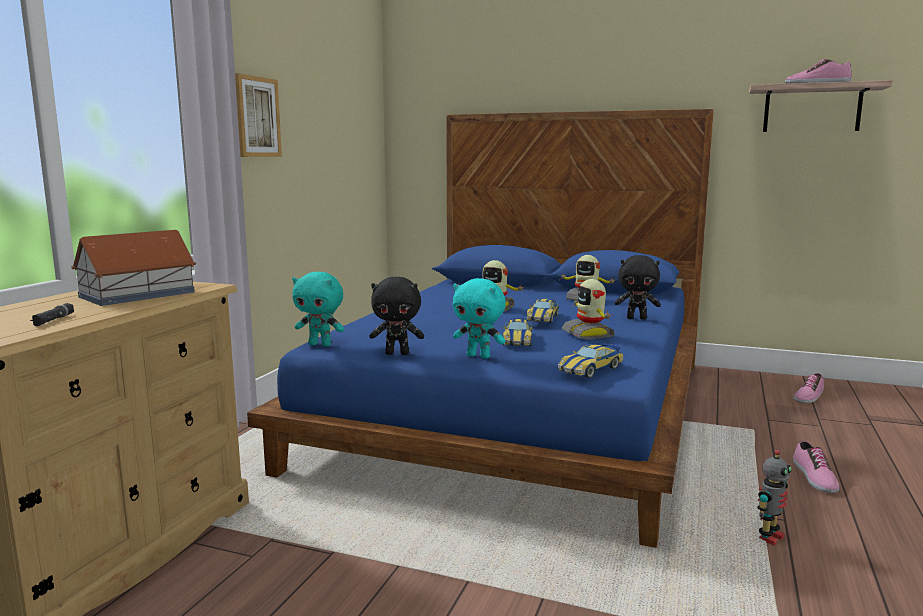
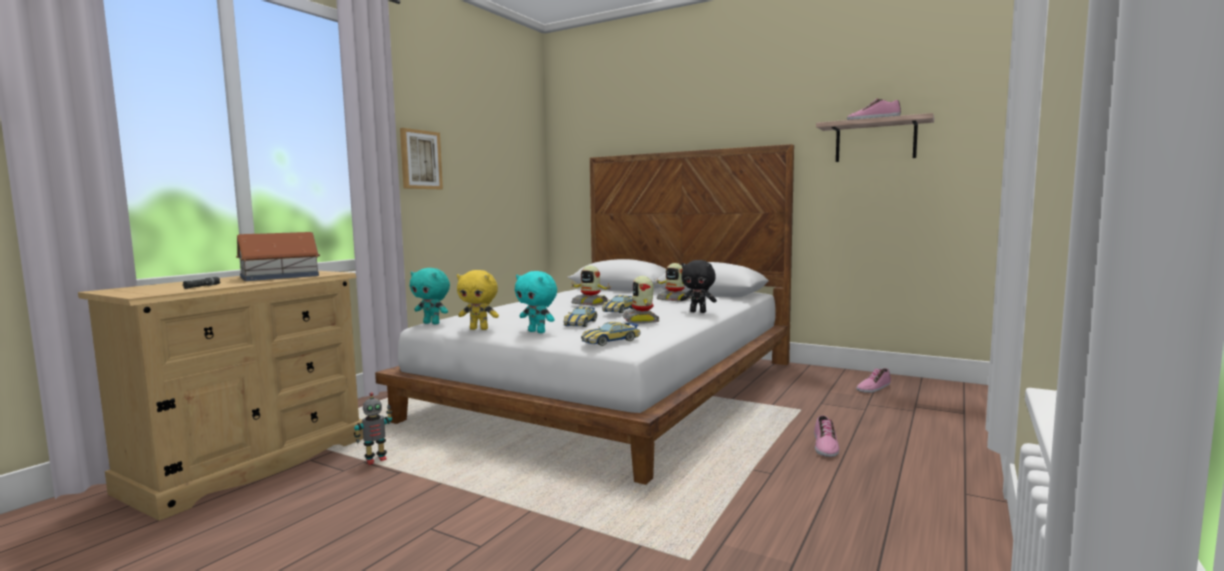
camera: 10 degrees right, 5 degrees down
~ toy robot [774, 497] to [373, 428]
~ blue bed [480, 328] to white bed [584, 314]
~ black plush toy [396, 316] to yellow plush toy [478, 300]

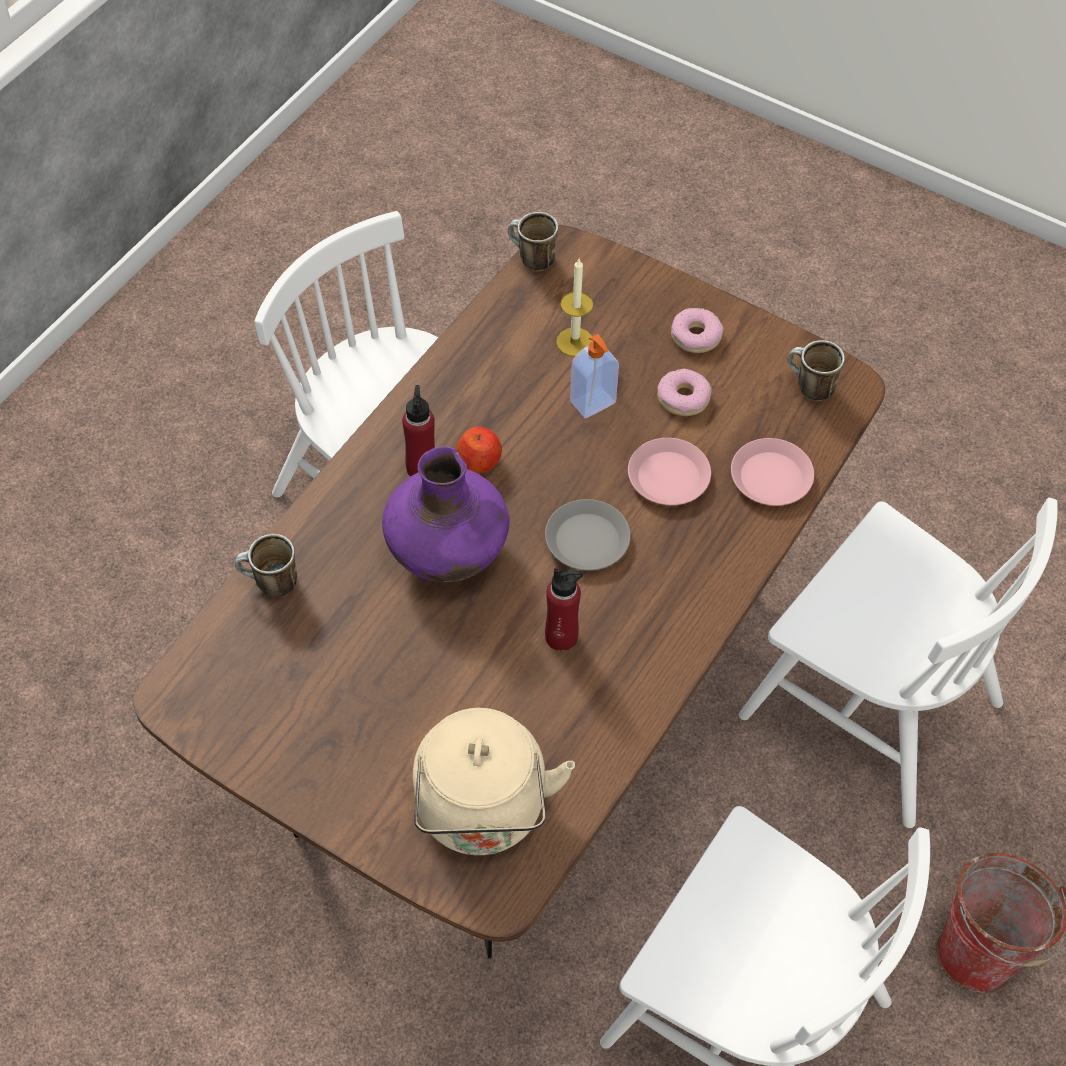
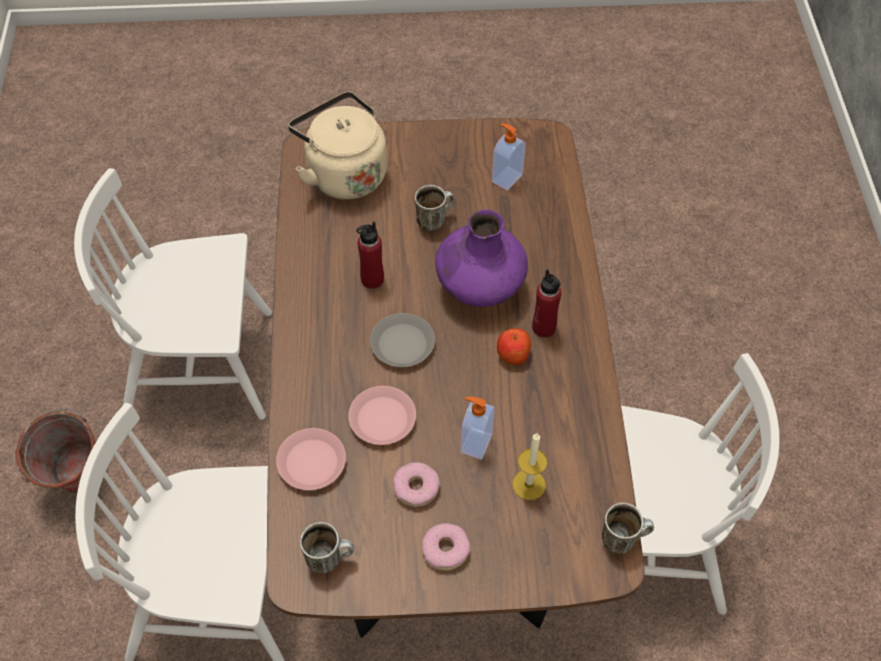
camera: 145 degrees right, 0 degrees up
~ mug [266, 565] to [434, 208]
+ soap dispenser [509, 157]

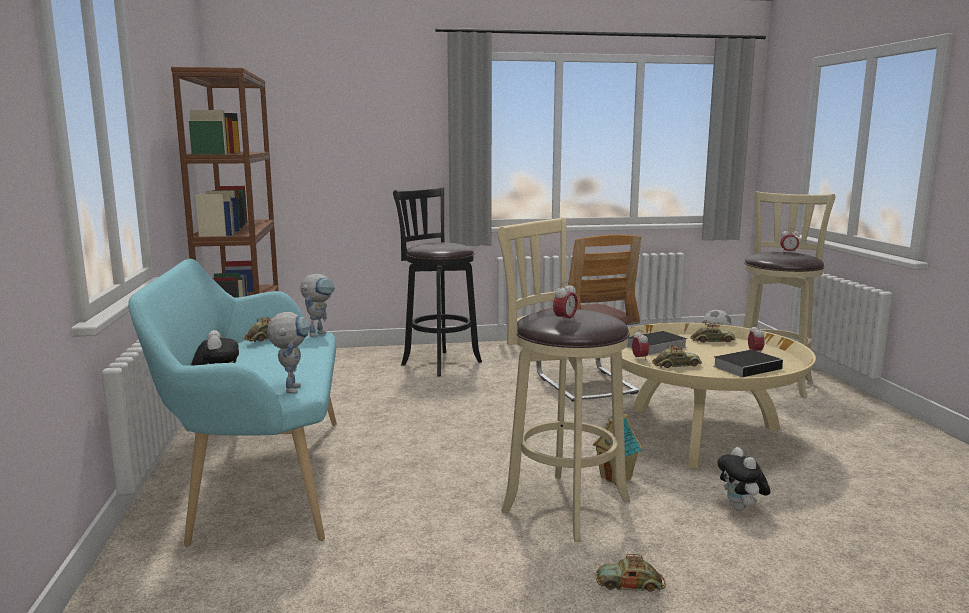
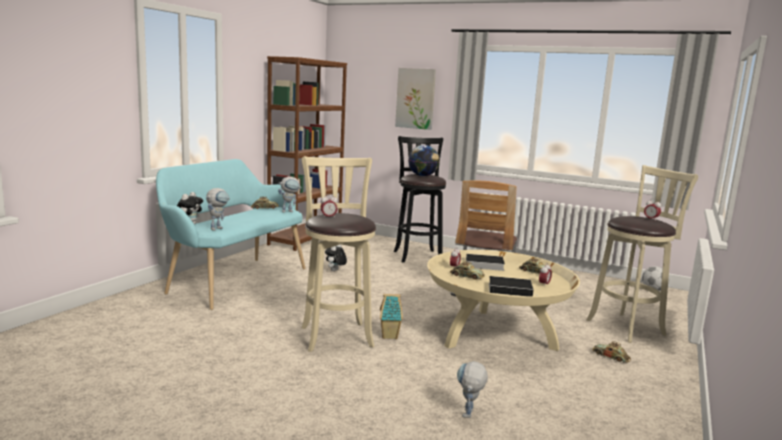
camera: 35 degrees right, 0 degrees up
~ plush toy [743, 479] to [336, 257]
+ picture [415, 99]
+ globe [424, 160]
+ toy robot [472, 389]
~ toy car [630, 573] to [611, 352]

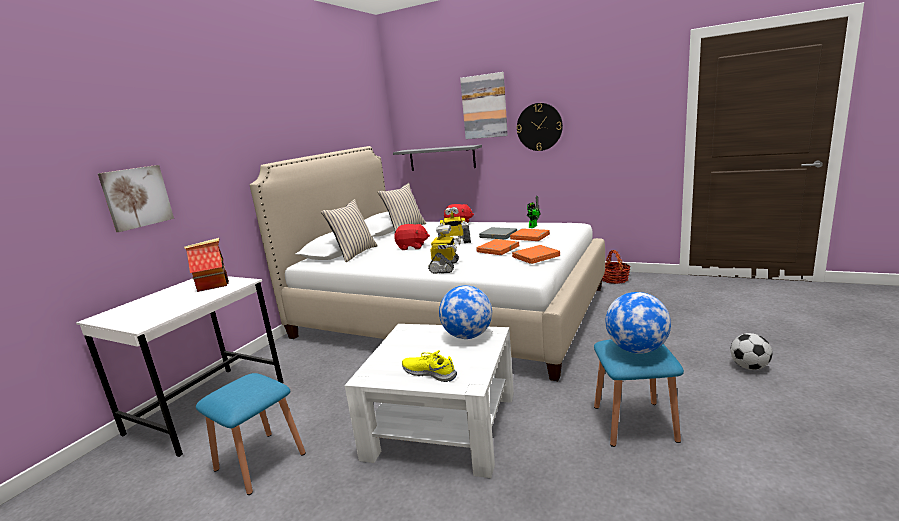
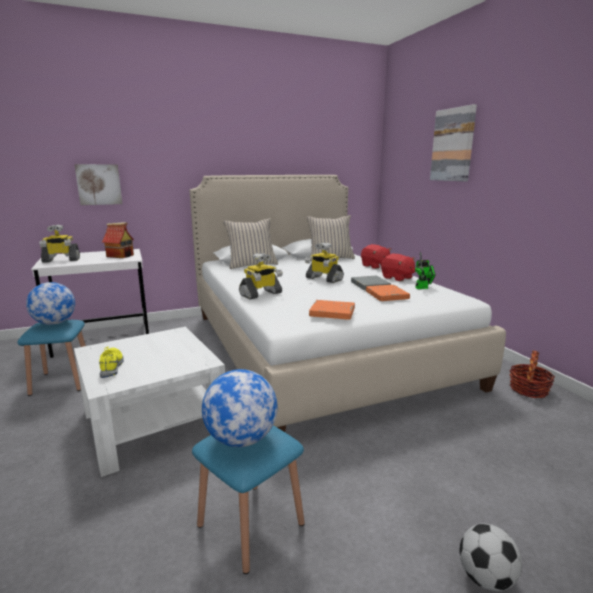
camera: 40 degrees right, 0 degrees up
~ globe [465, 312] to [50, 303]
+ toy robot [60, 244]
~ red plush toy [412, 237] to [398, 267]
- grey shelf [437, 158]
- orange book [497, 247]
- wall clock [540, 127]

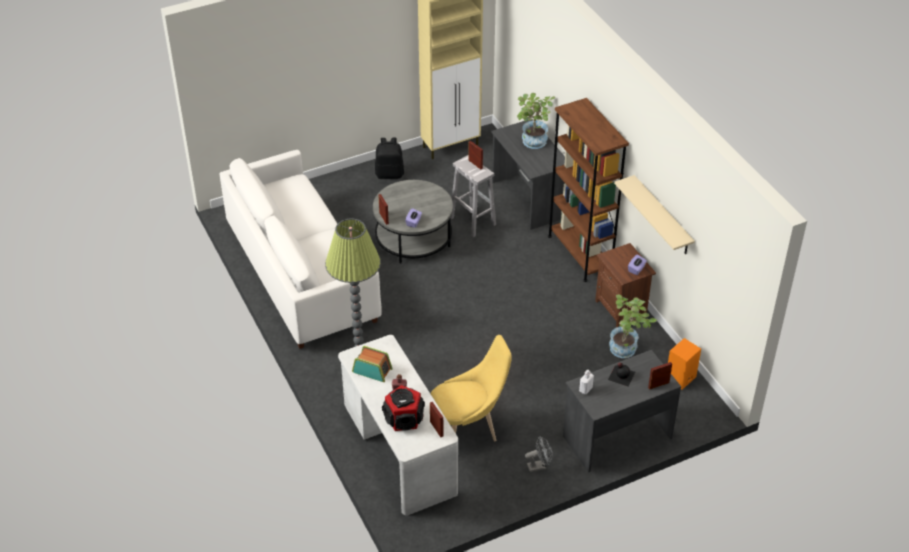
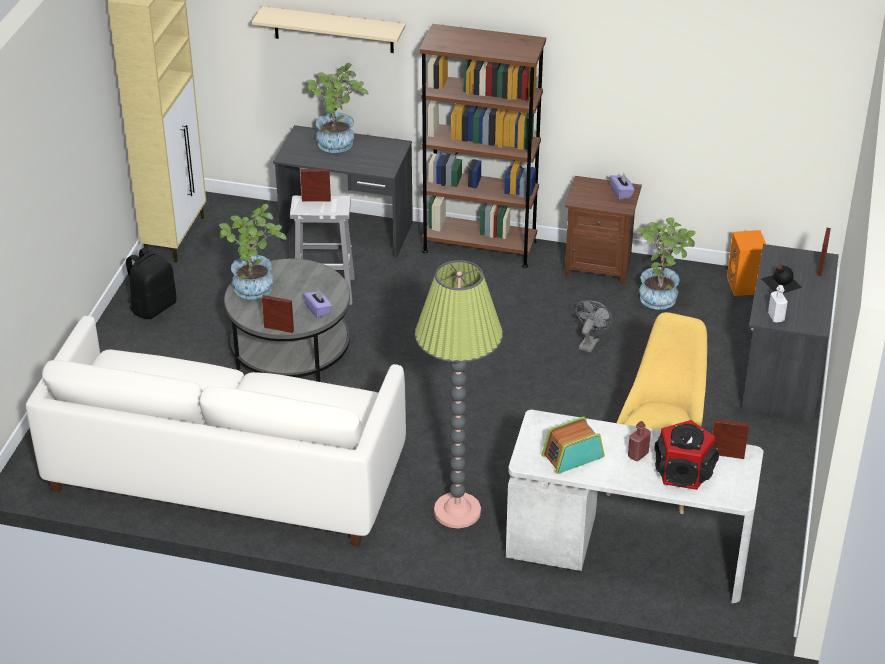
camera: 50 degrees left, 5 degrees down
+ potted plant [253, 252]
~ beige shelf [654, 214] to [329, 30]
~ grey fan [539, 454] to [594, 327]

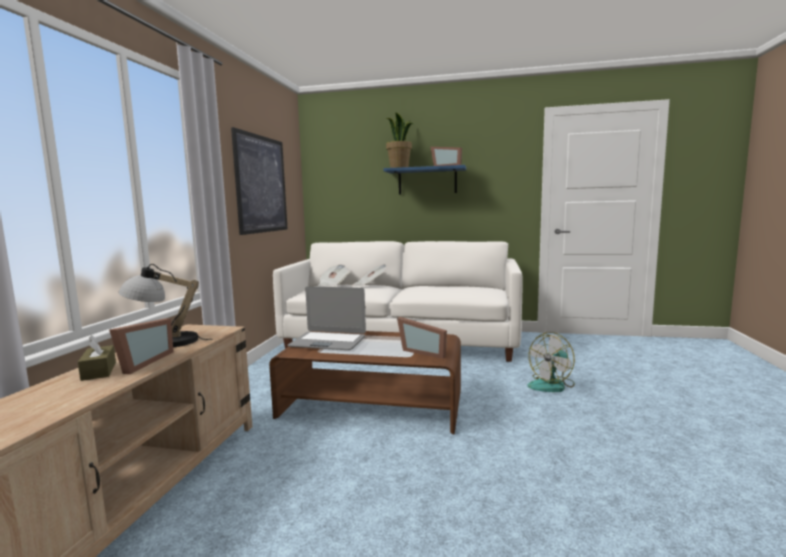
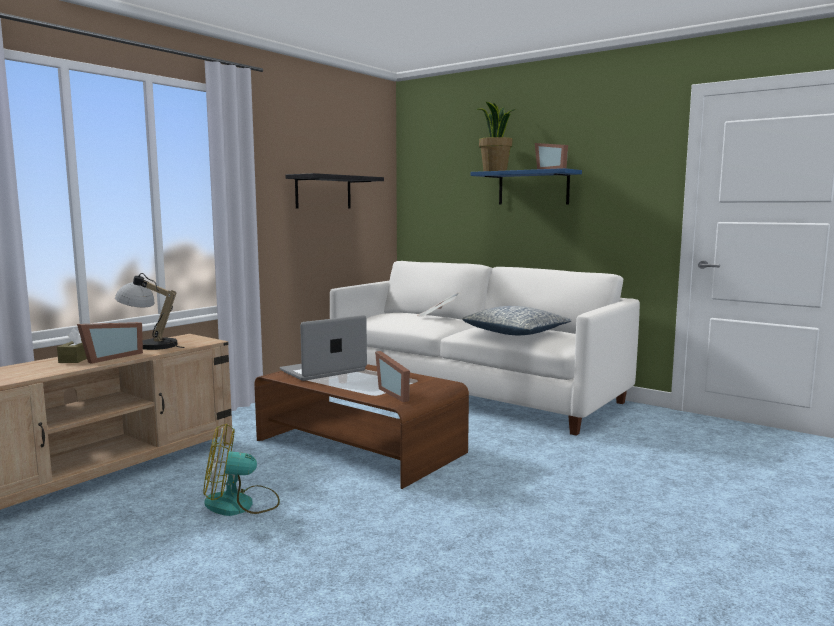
camera: 25 degrees right, 0 degrees up
~ fan [551, 362] to [241, 469]
~ laptop [326, 318] = [323, 348] 105 degrees clockwise
~ picture [259, 181] to black shelf [334, 191]
+ pillow [517, 320]
- newspaper [333, 275]

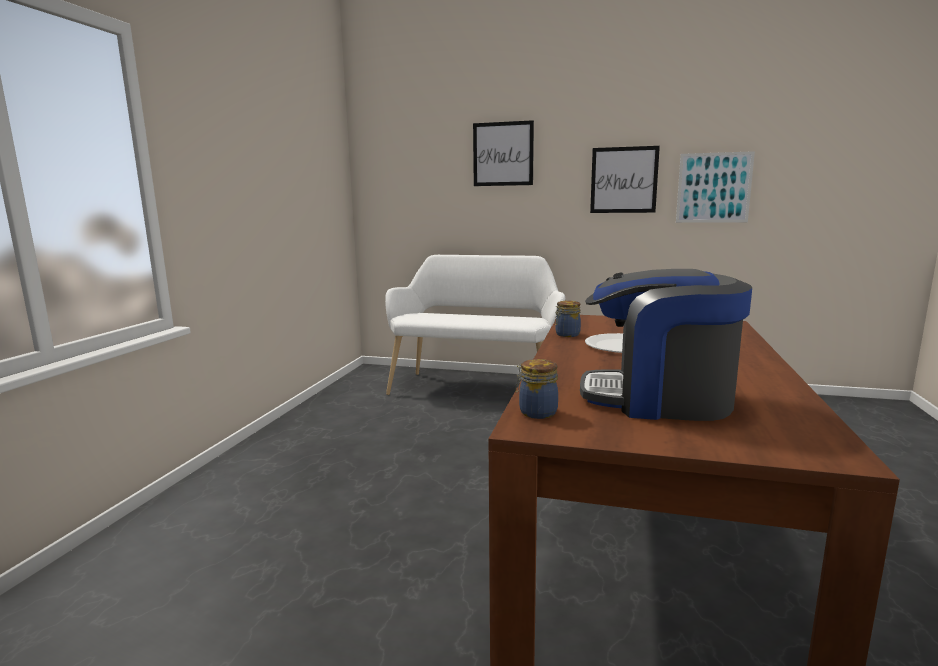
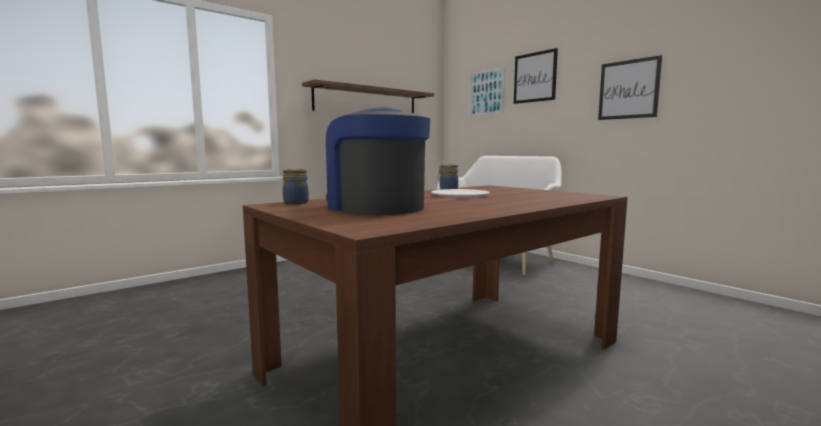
camera: 35 degrees right, 5 degrees down
+ shelf [368, 96]
~ picture [715, 187] to [487, 92]

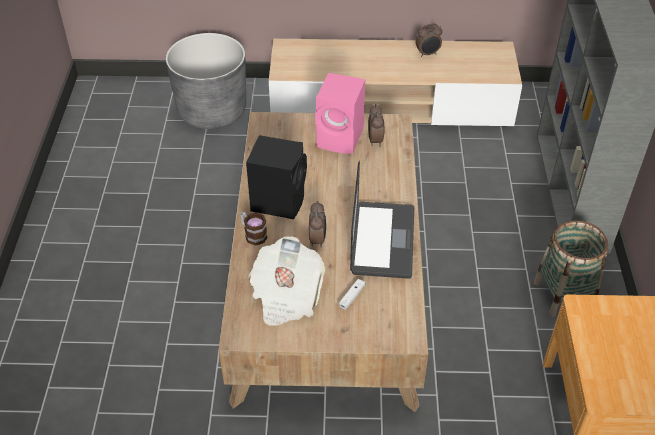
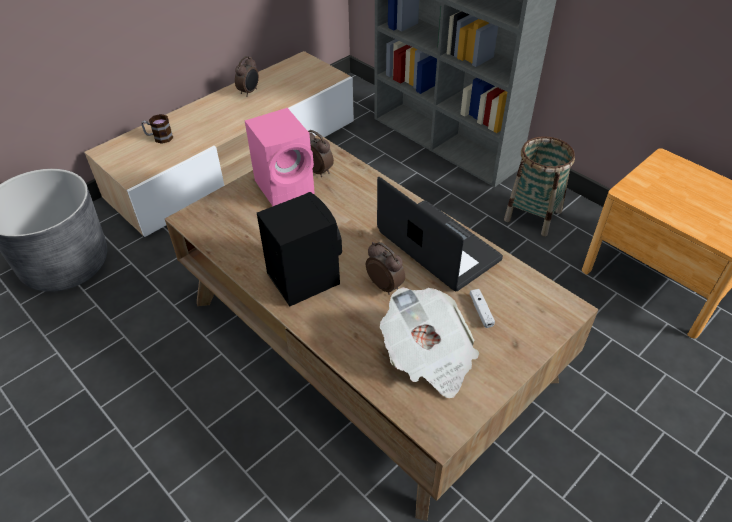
camera: 45 degrees left, 0 degrees up
~ mug [254, 229] to [157, 129]

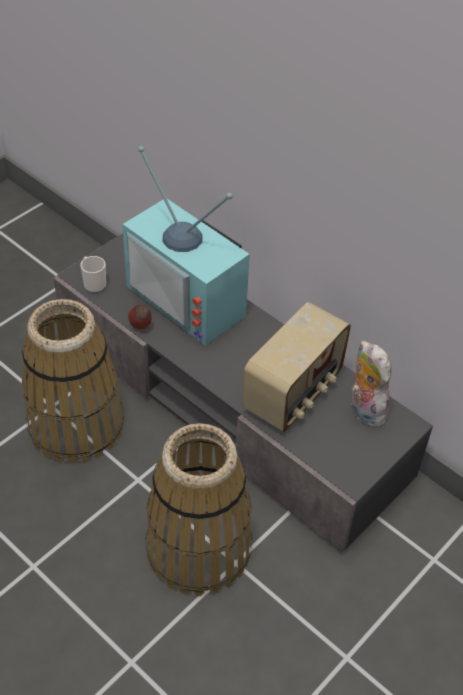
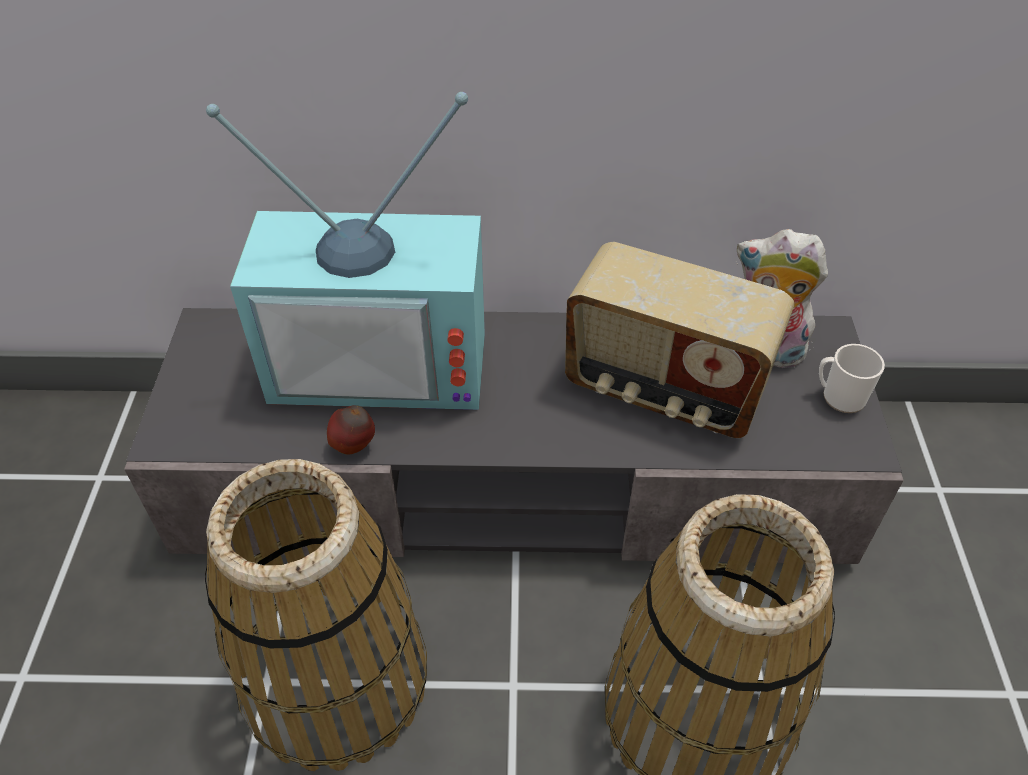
camera: 40 degrees left, 0 degrees up
~ radio [297, 367] = [679, 340] 120 degrees clockwise
~ mug [93, 274] to [852, 378]

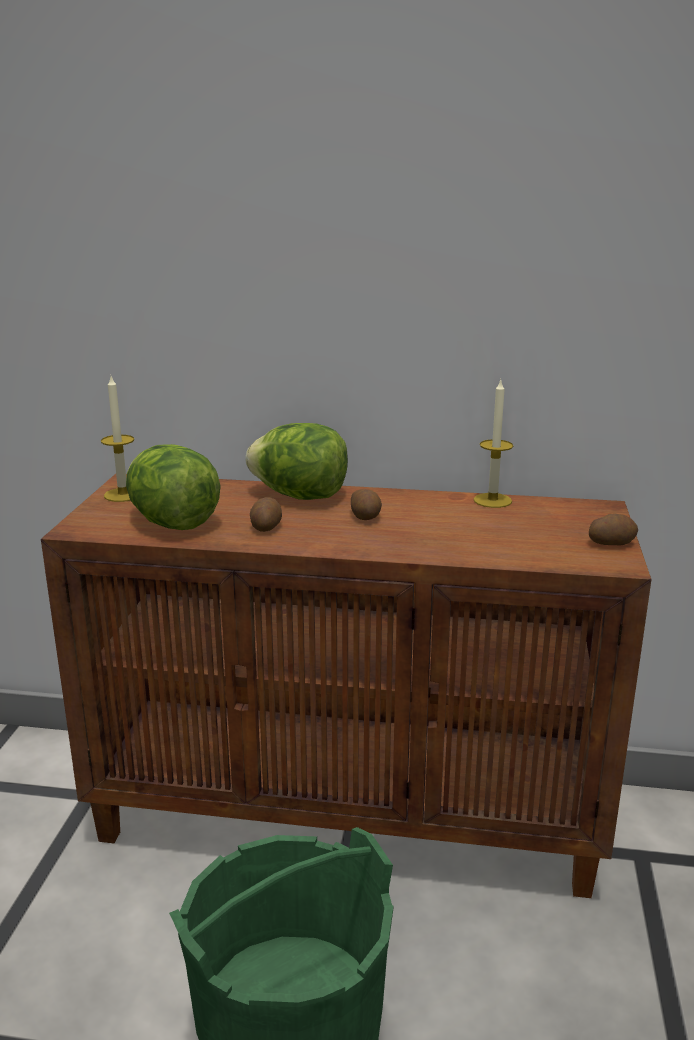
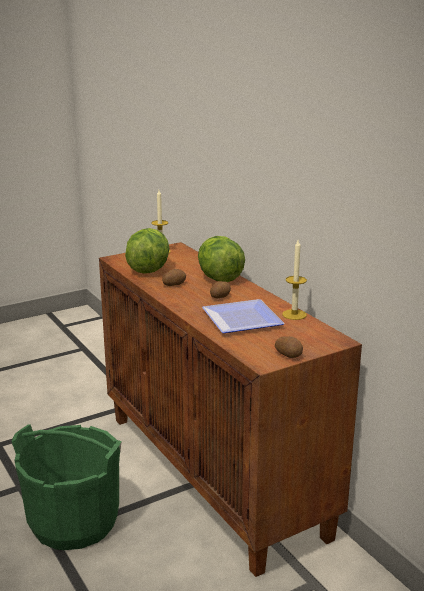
camera: 50 degrees right, 0 degrees up
+ plate [243, 316]

